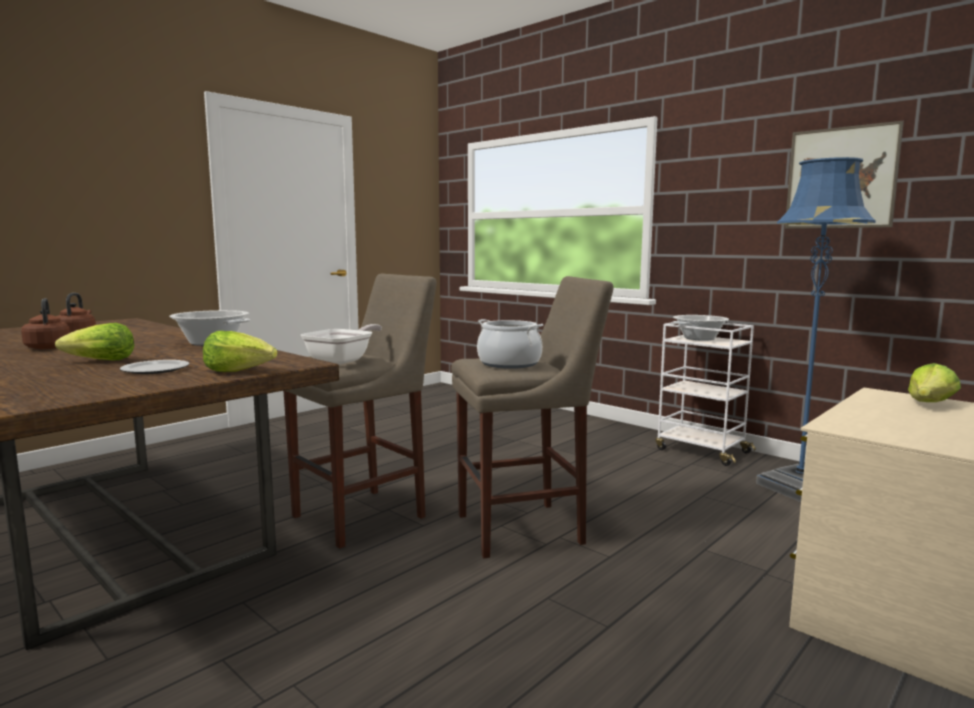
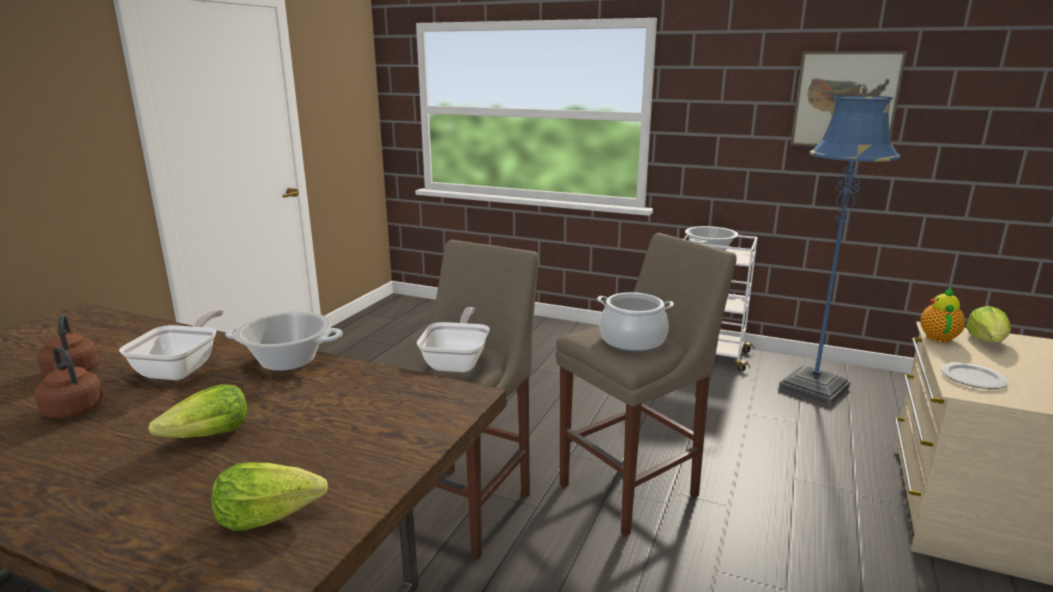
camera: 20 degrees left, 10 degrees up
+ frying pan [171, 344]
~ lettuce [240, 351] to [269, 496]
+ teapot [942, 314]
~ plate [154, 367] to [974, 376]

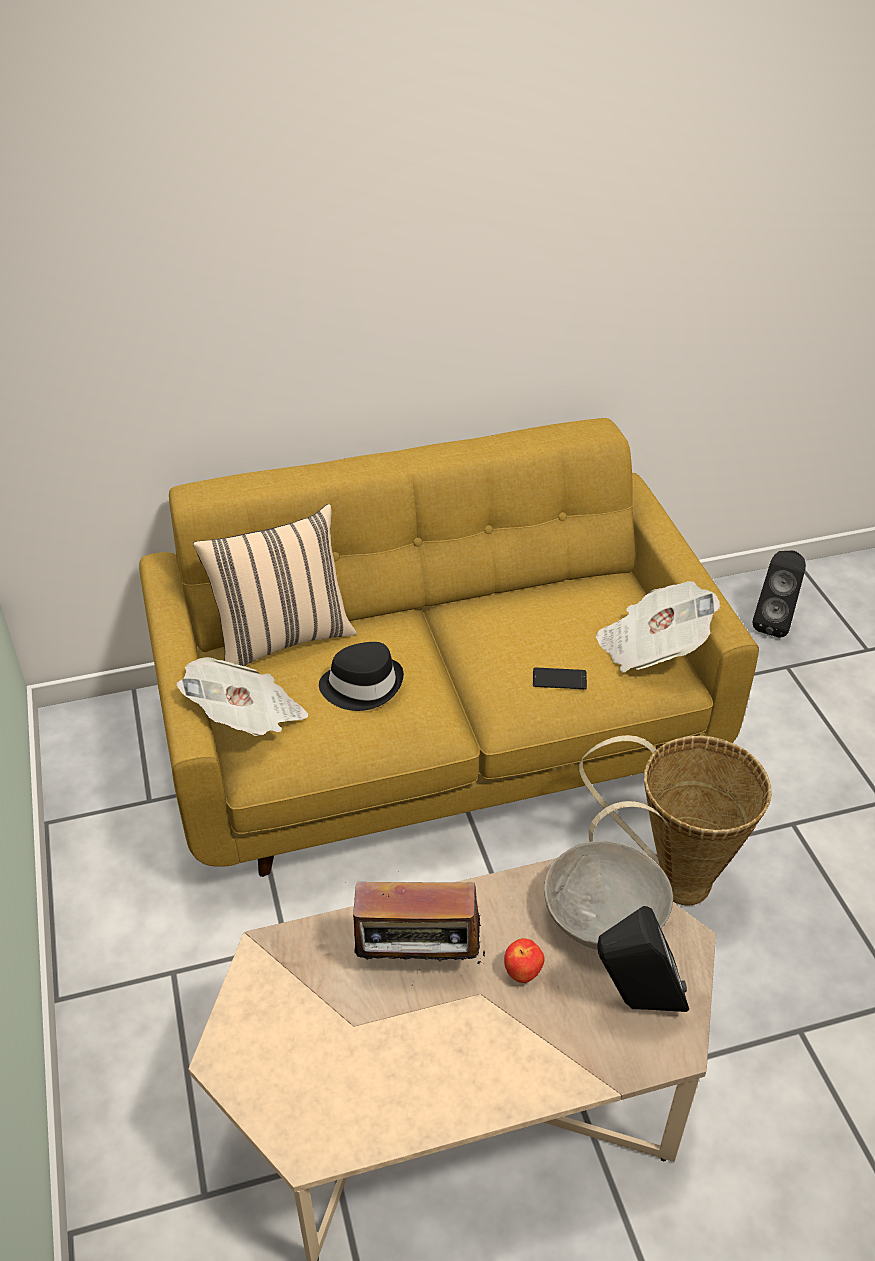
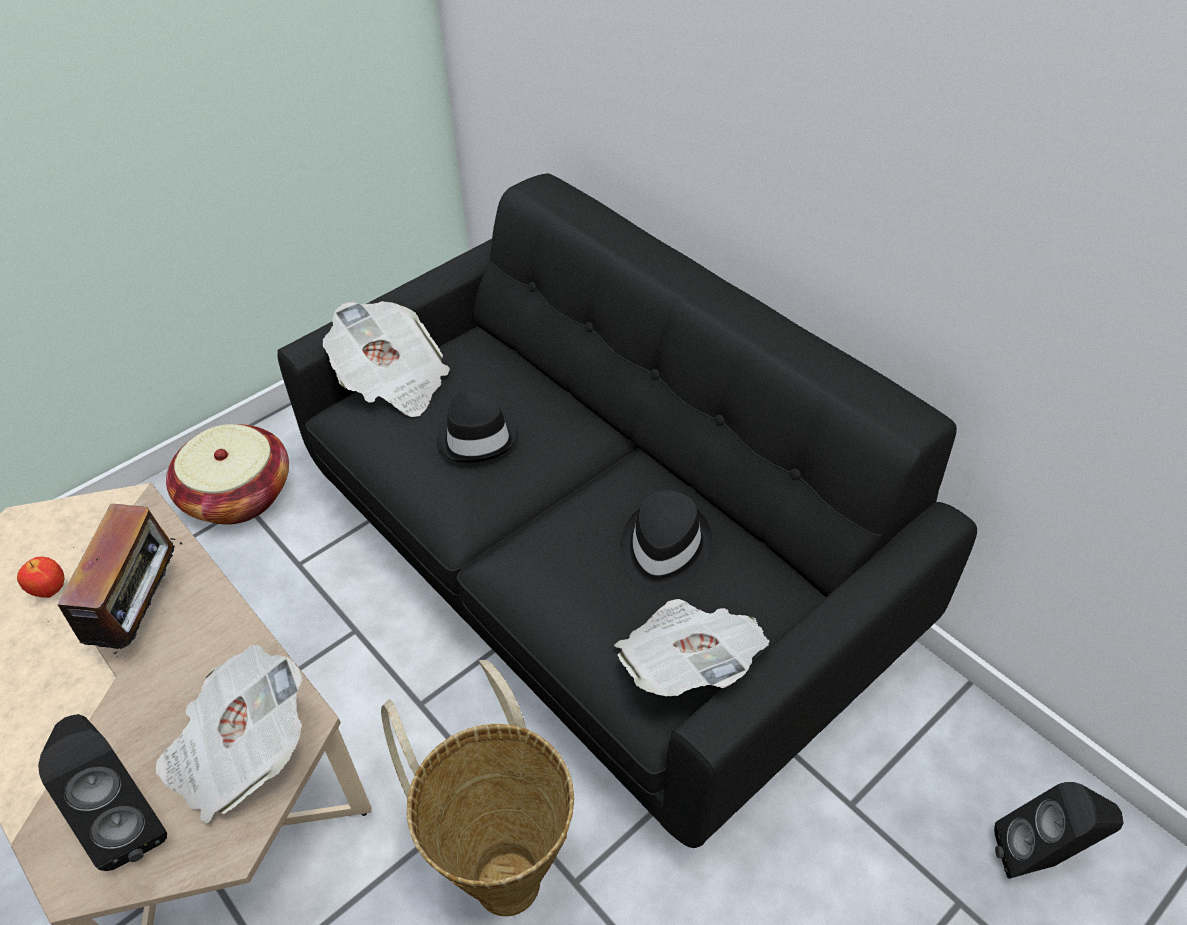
camera: 65 degrees right, 5 degrees up
~ apple [524, 960] to [40, 577]
~ radio [415, 928] = [115, 579] 150 degrees counterclockwise
~ grey bowl [608, 895] to newspaper [229, 734]
+ basket [227, 474]
~ yellow sofa [449, 647] to black sofa [627, 510]
+ black hat [666, 541]
- beige pillow [275, 585]
- phone [560, 678]

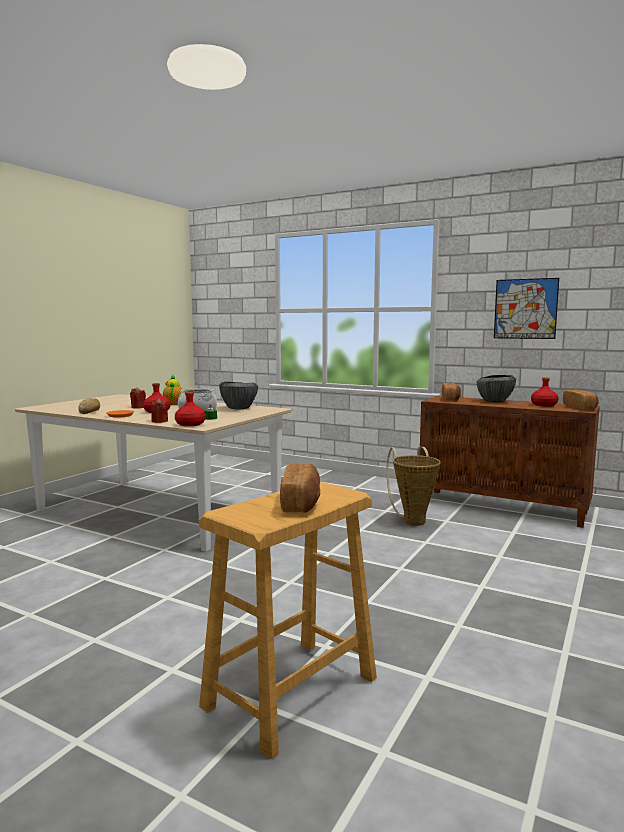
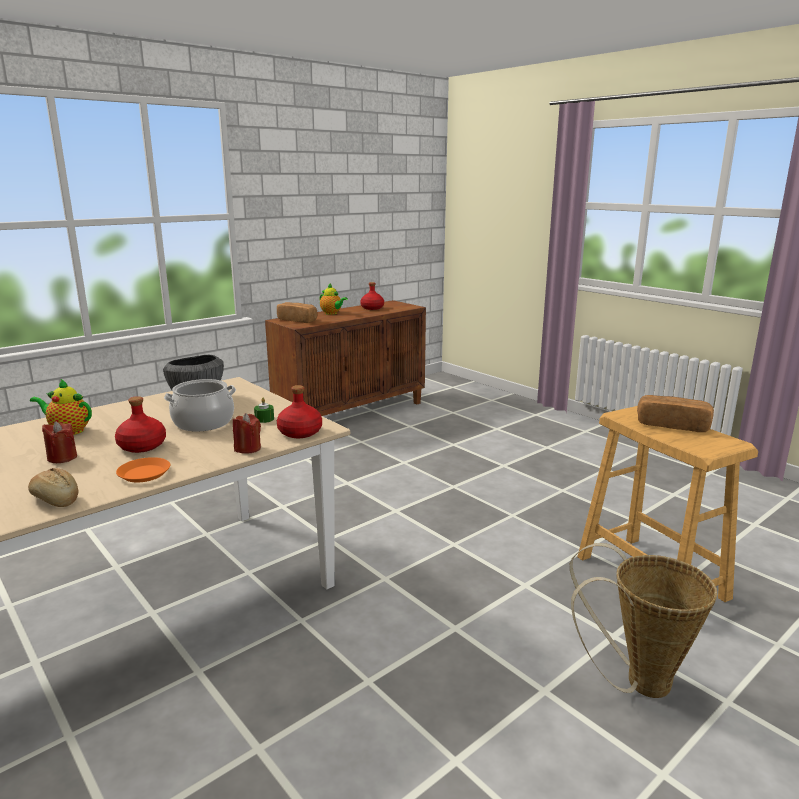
camera: 70 degrees left, 10 degrees up
~ bowl [496, 388] to teapot [333, 299]
~ basket [413, 486] to [643, 620]
- picture [526, 308]
- bread [581, 400]

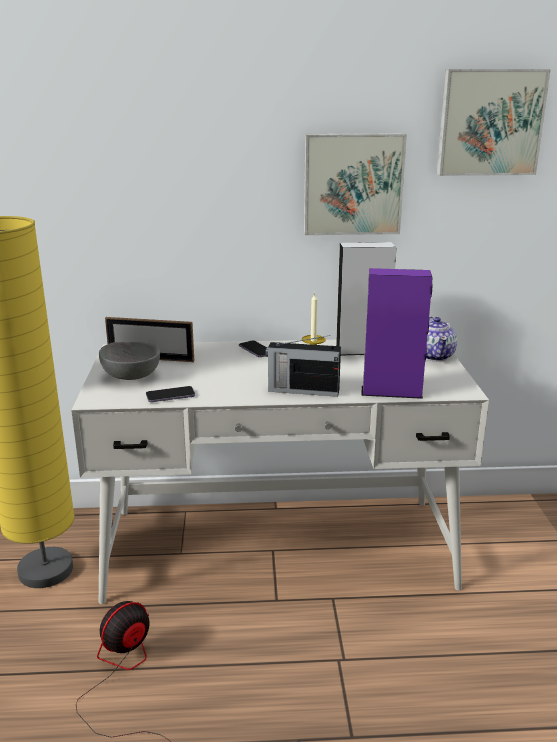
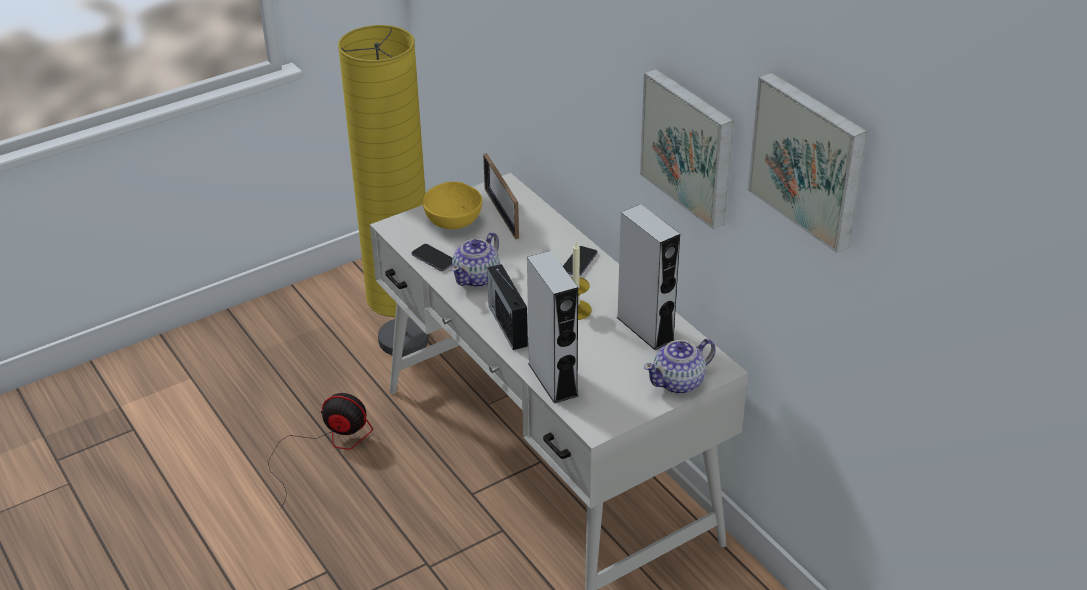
camera: 60 degrees right, 15 degrees up
~ grey bowl [129, 361] to yellow bowl [452, 205]
+ teapot [475, 259]
~ purple speaker [397, 333] to grey speaker [552, 327]

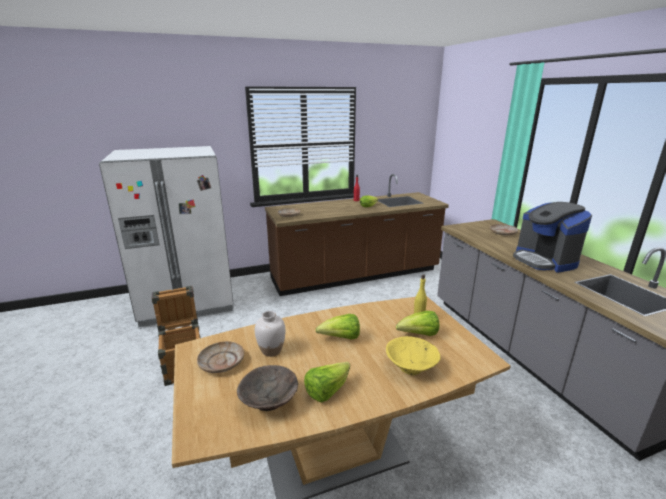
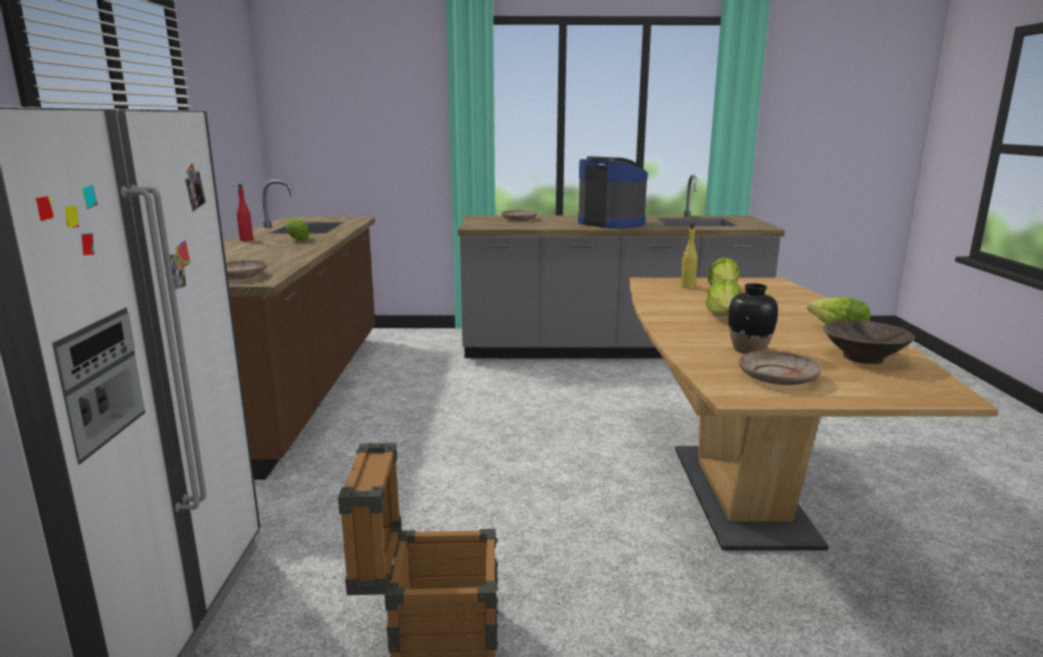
camera: 70 degrees left, 5 degrees down
~ coffee machine [552, 237] = [613, 192] 135 degrees counterclockwise
~ white vase [270, 334] to black vase [753, 318]
- yellow bowl [413, 355]

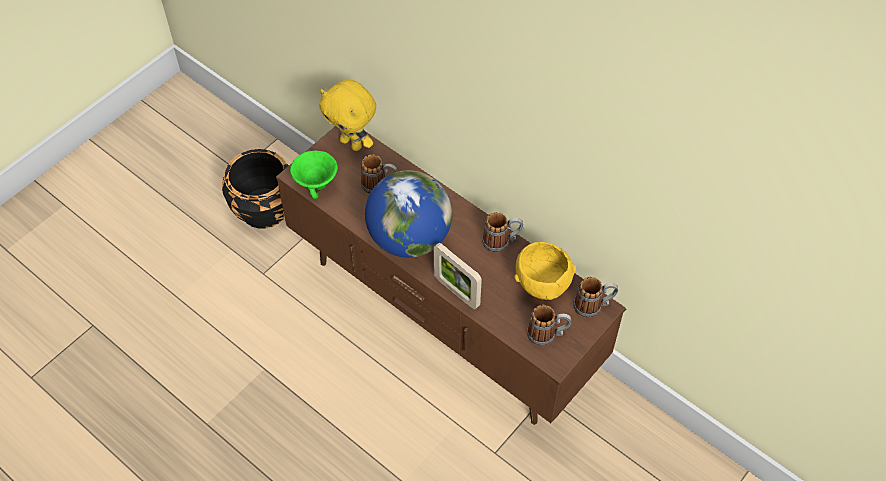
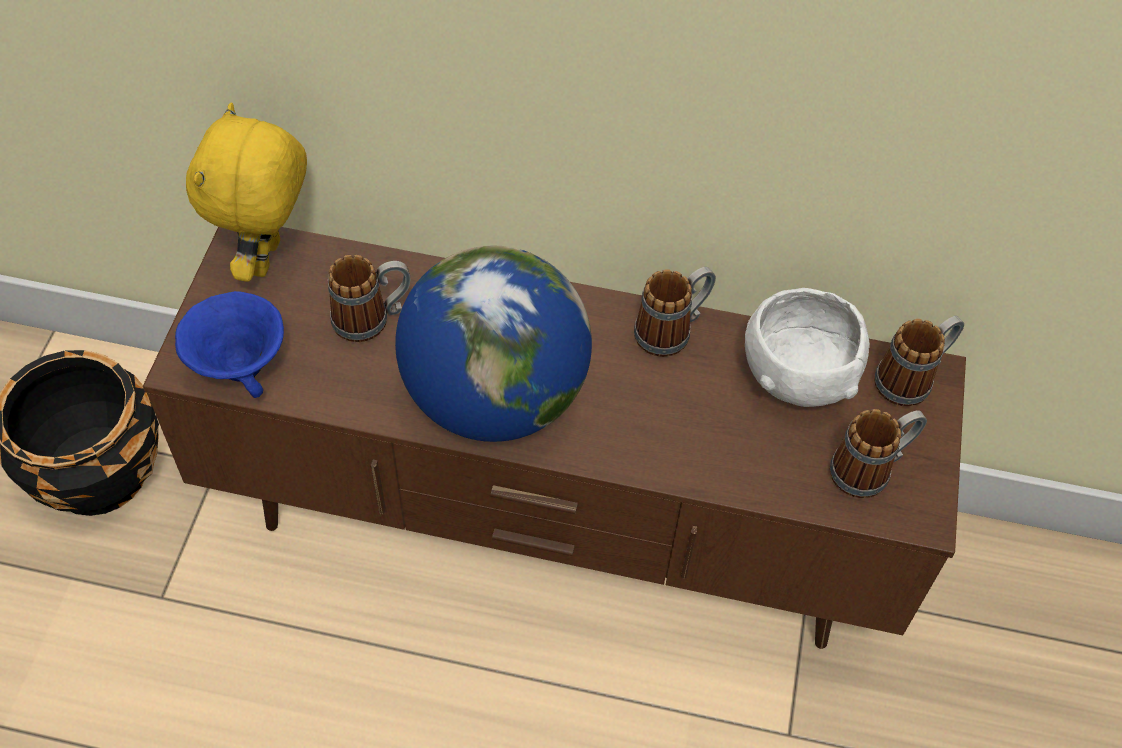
camera: 30 degrees left, 0 degrees up
~ green bowl [314, 174] to blue bowl [229, 344]
~ yellow plush toy [347, 115] = [246, 192] 90 degrees clockwise
~ yellow bowl [545, 270] to white bowl [807, 347]
- picture frame [457, 276]

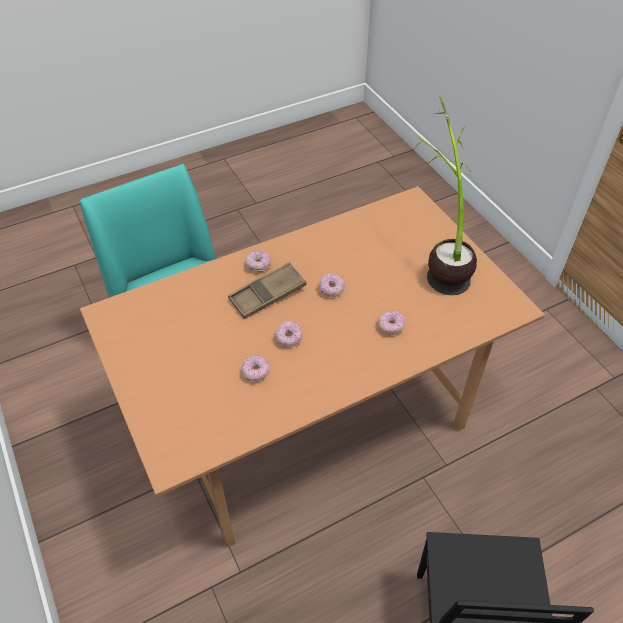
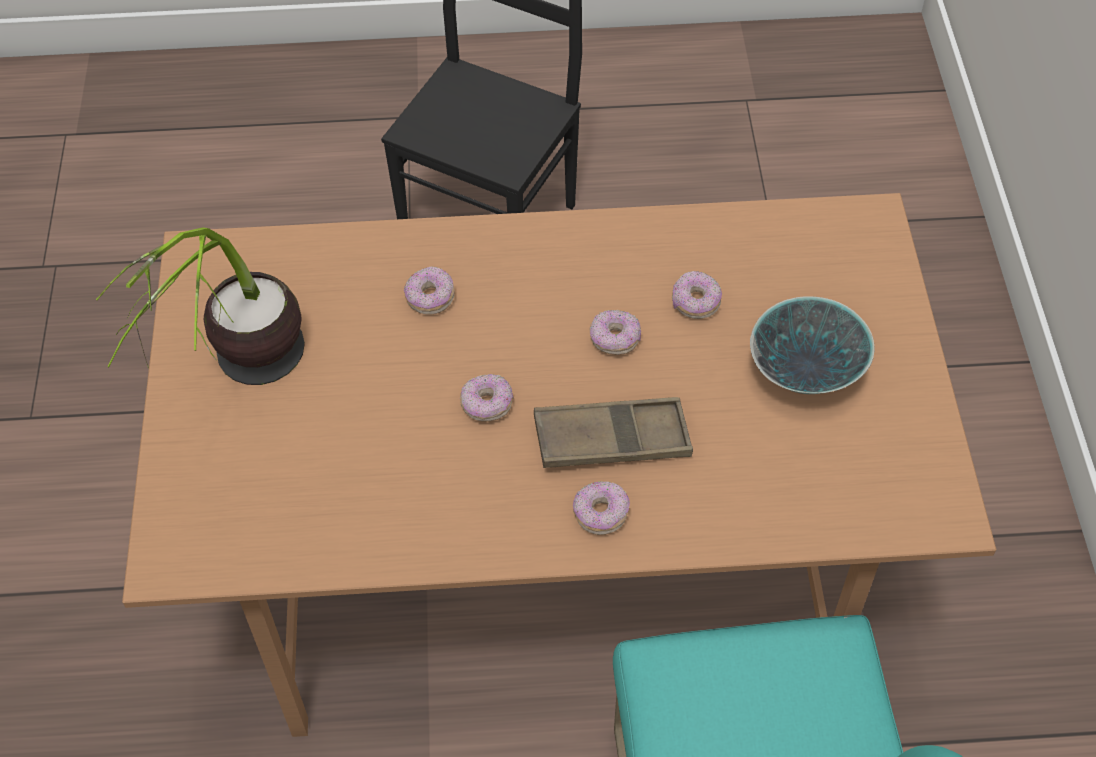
camera: 155 degrees left, 5 degrees up
+ bowl [812, 345]

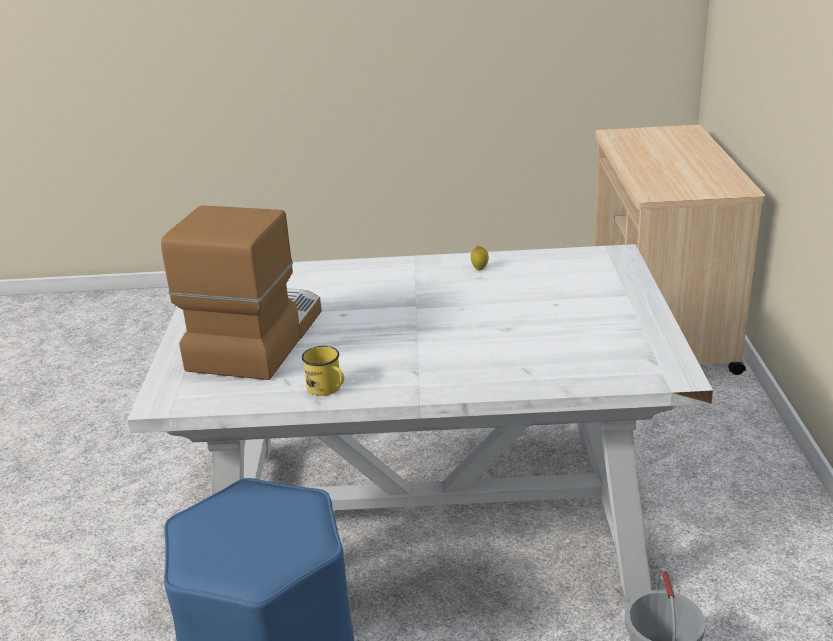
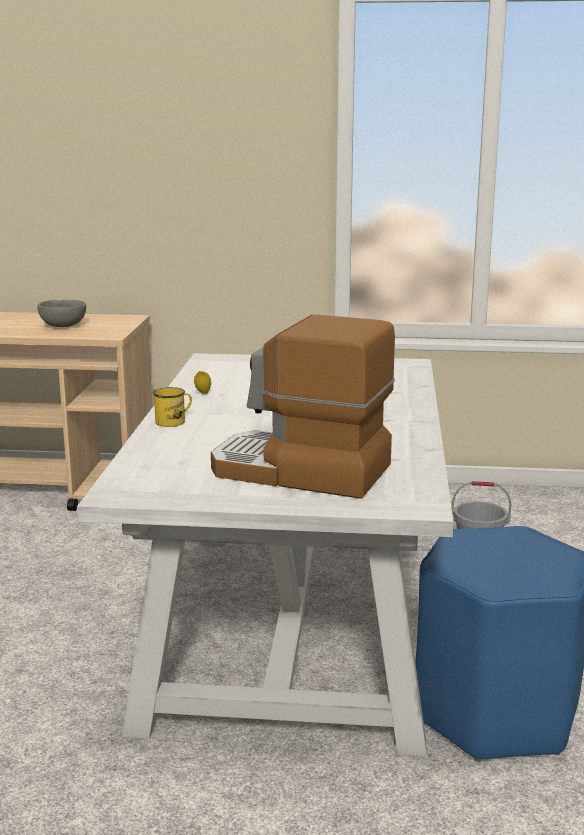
camera: 85 degrees left, 10 degrees down
+ grey bowl [62, 313]
~ yellow mug [323, 371] to [172, 407]

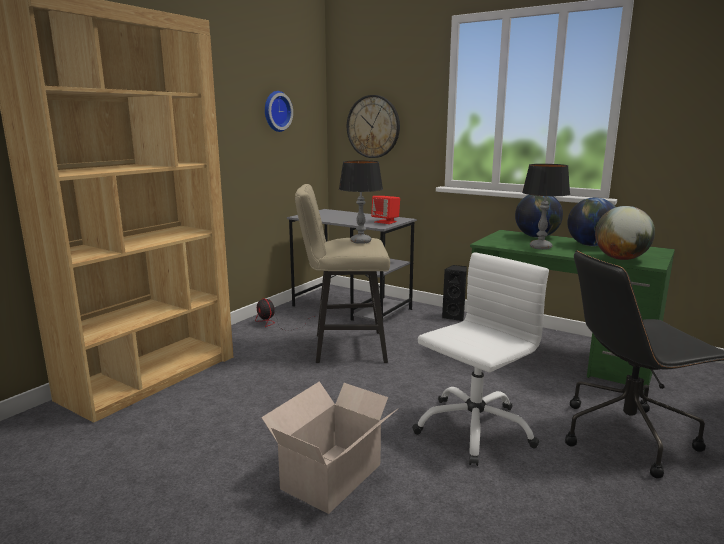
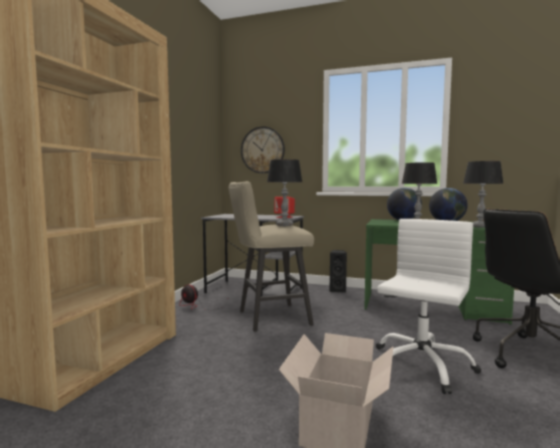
camera: 15 degrees left, 10 degrees down
~ globe [625, 233] to table lamp [483, 194]
- wall clock [279, 111]

